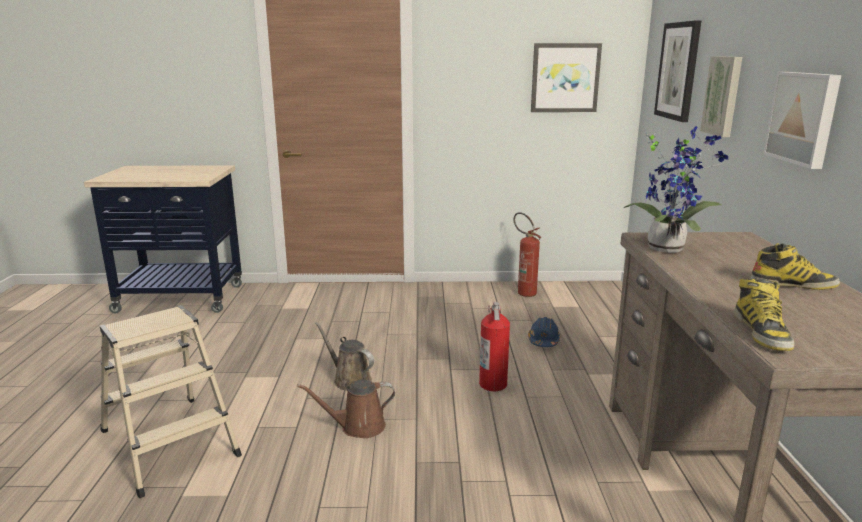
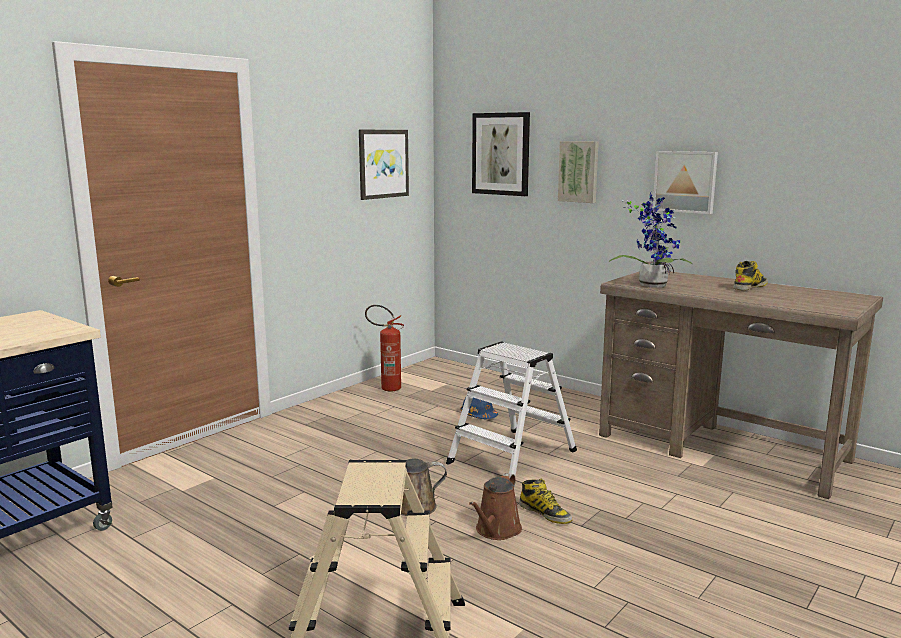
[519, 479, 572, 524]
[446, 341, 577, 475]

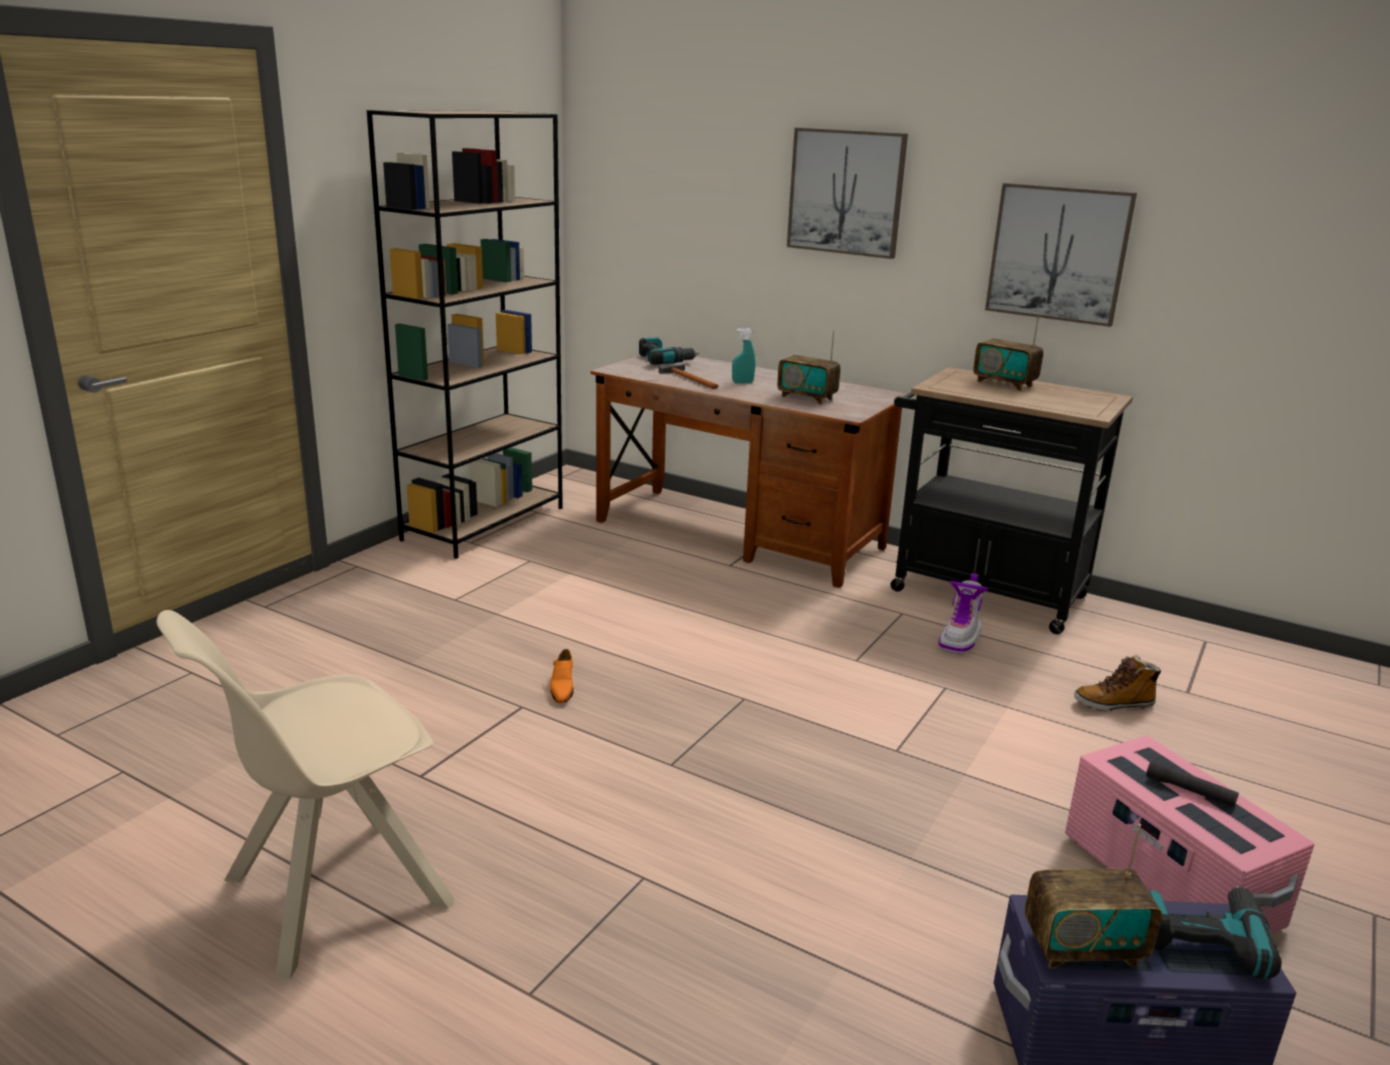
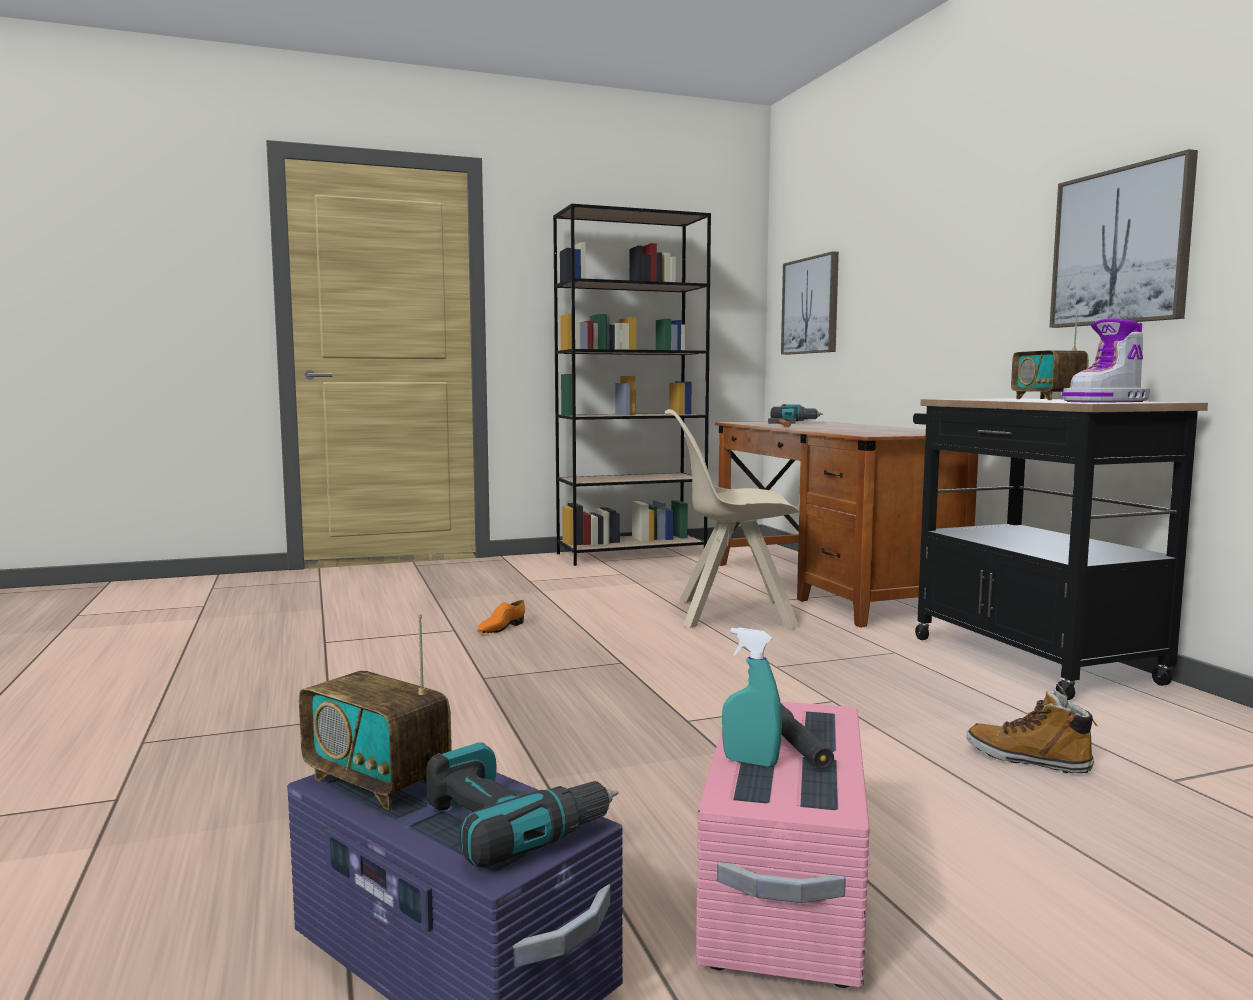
[777, 330, 841, 405] (first image)
[665, 409, 800, 629]
[722, 628, 782, 767]
[781, 251, 839, 355]
[1062, 318, 1149, 403]

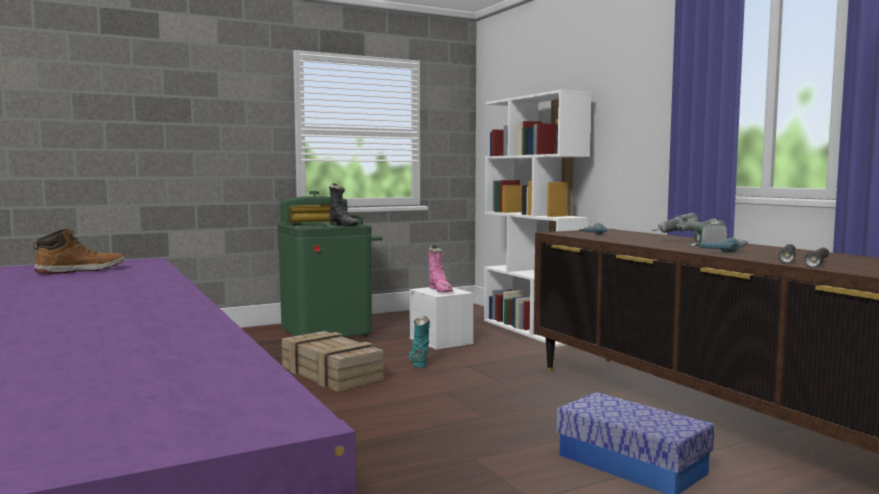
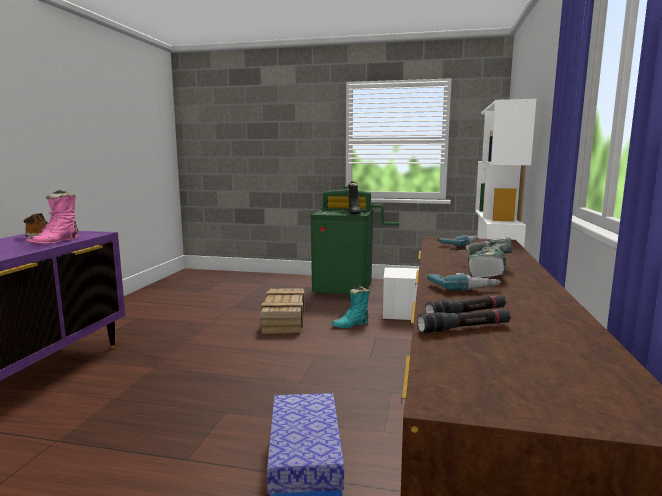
[26, 190, 78, 244]
[331, 286, 370, 328]

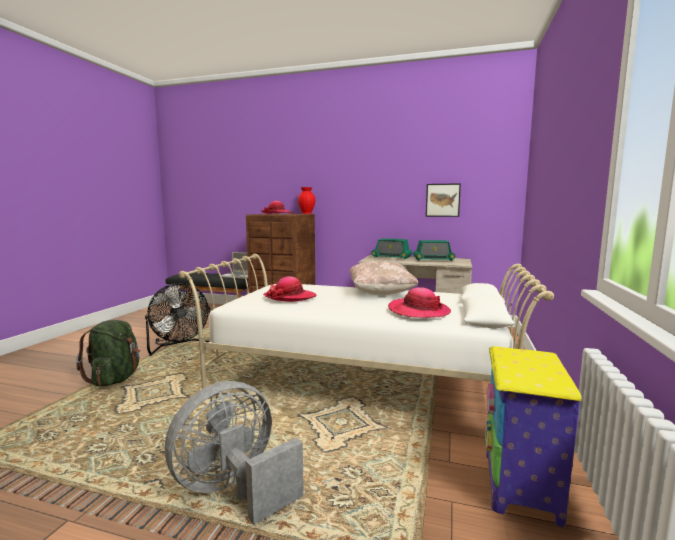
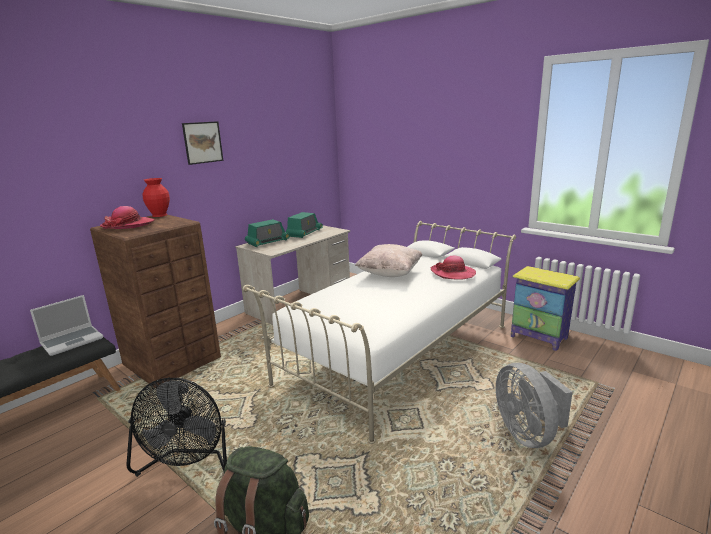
[263, 276, 316, 302] (first image)
[182, 121, 223, 165]
[126, 377, 227, 477]

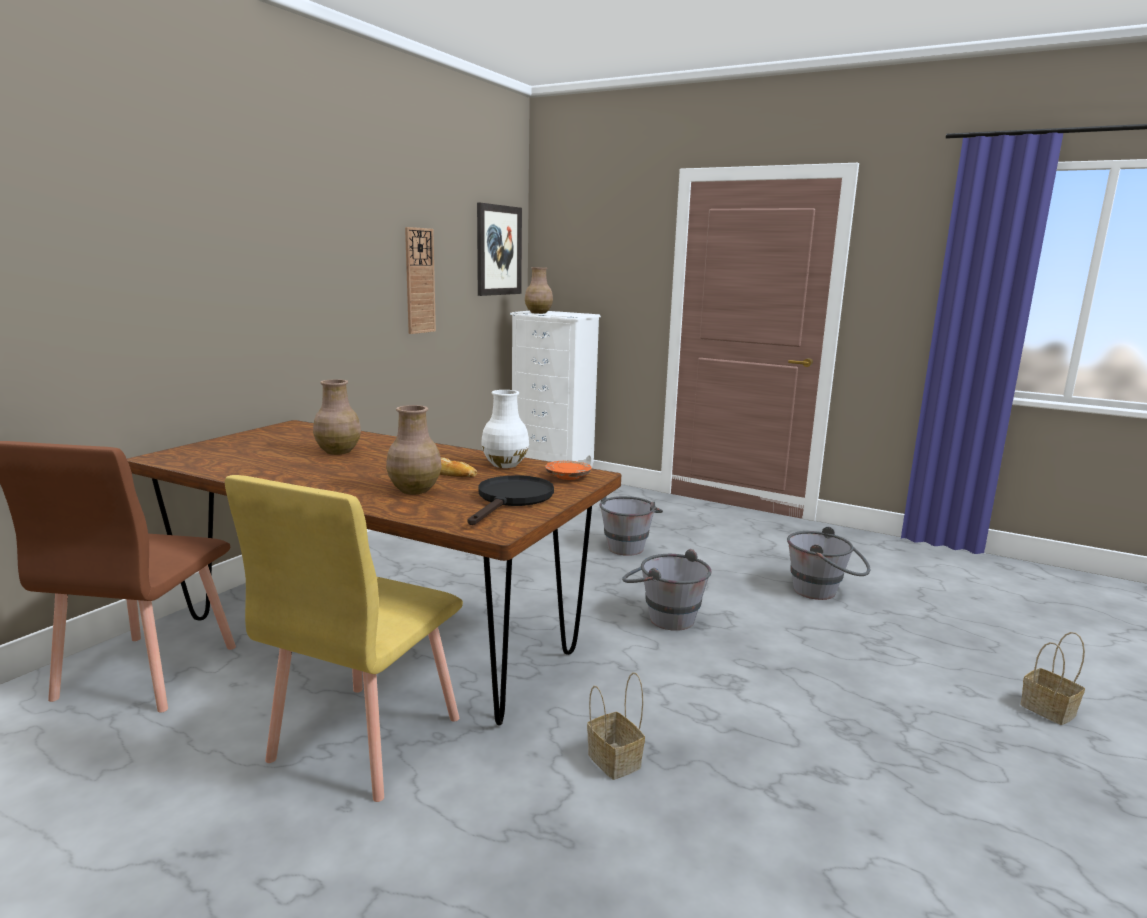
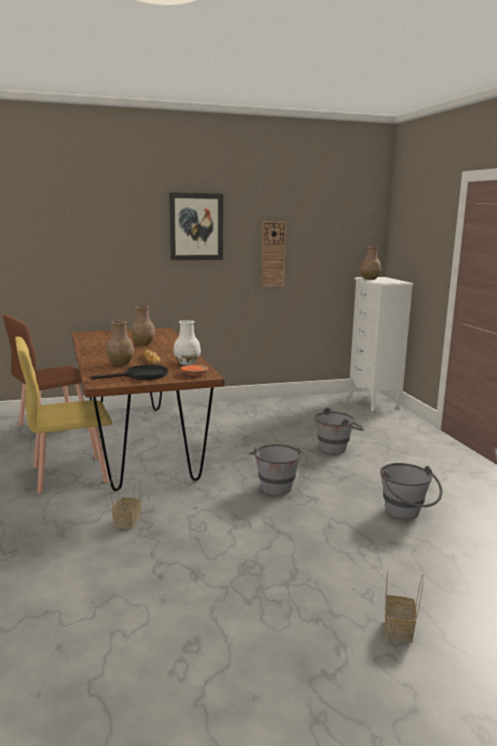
[169, 192, 223, 260]

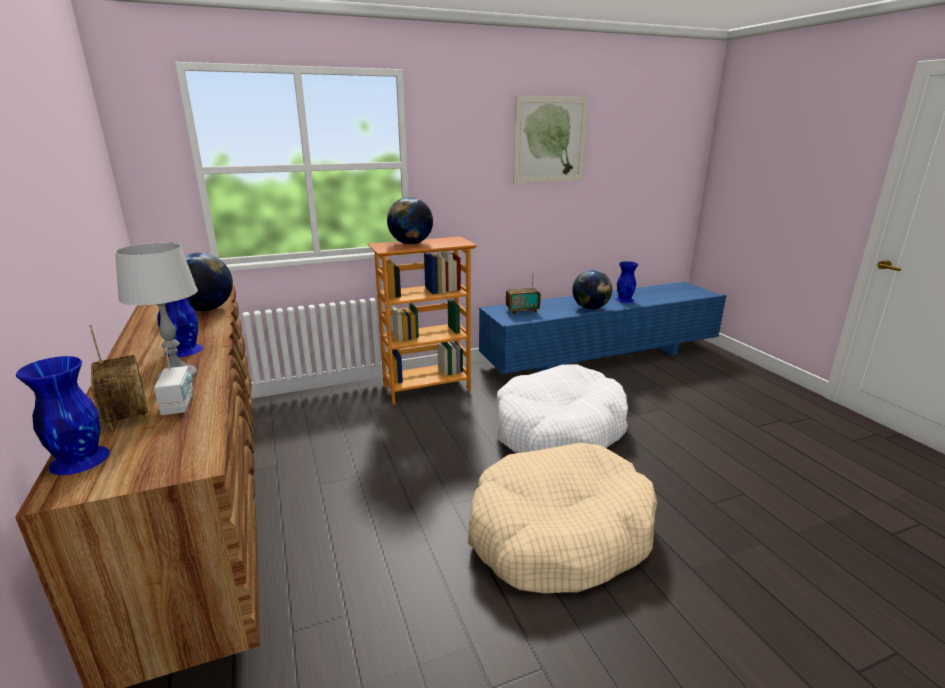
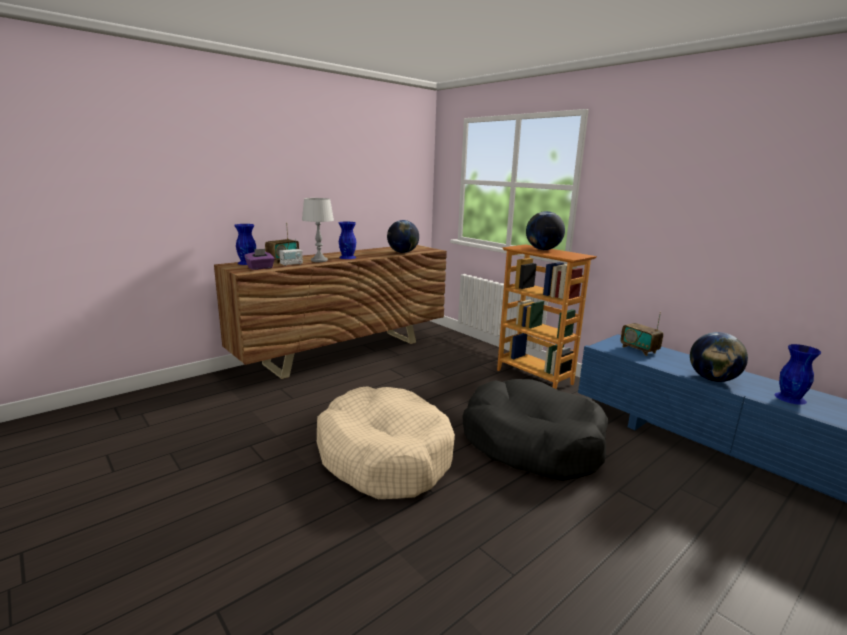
[513, 96, 589, 184] (first image)
[244, 249, 275, 270]
[463, 379, 608, 481]

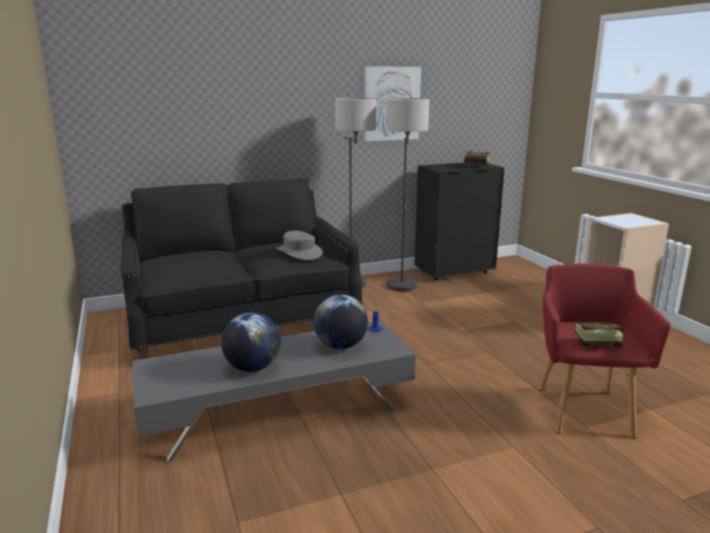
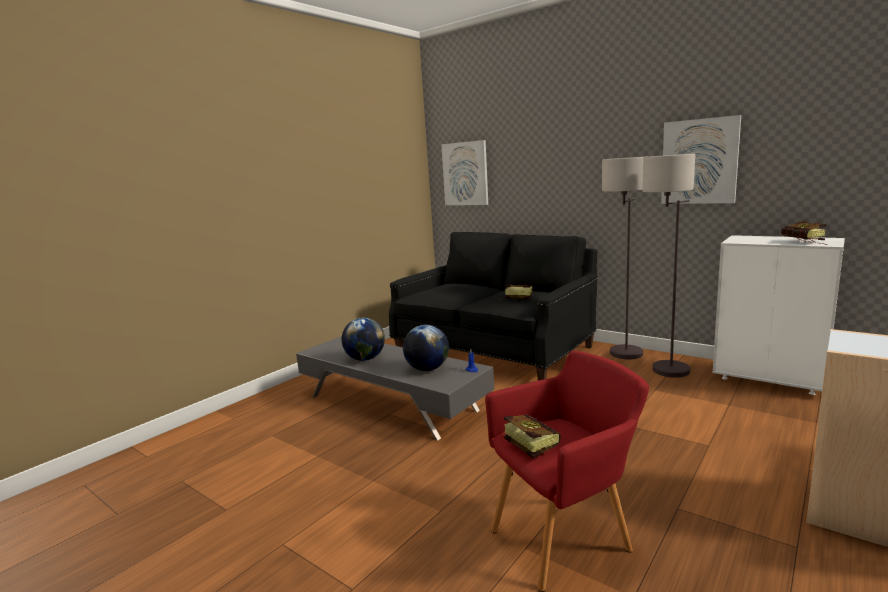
[441, 140, 488, 205]
[505, 284, 533, 300]
[713, 235, 845, 395]

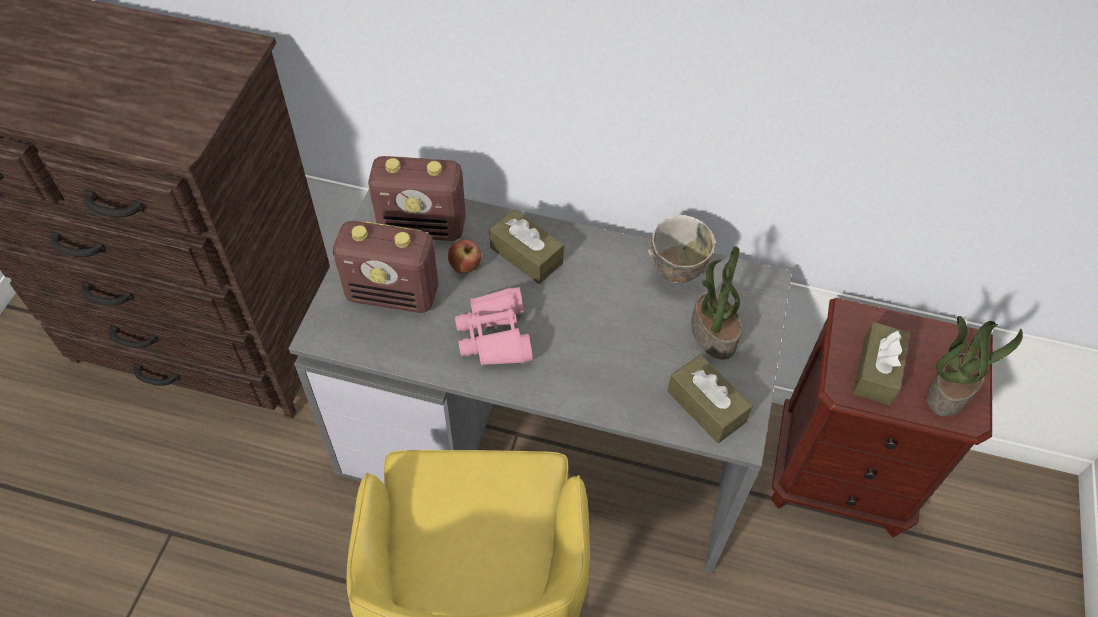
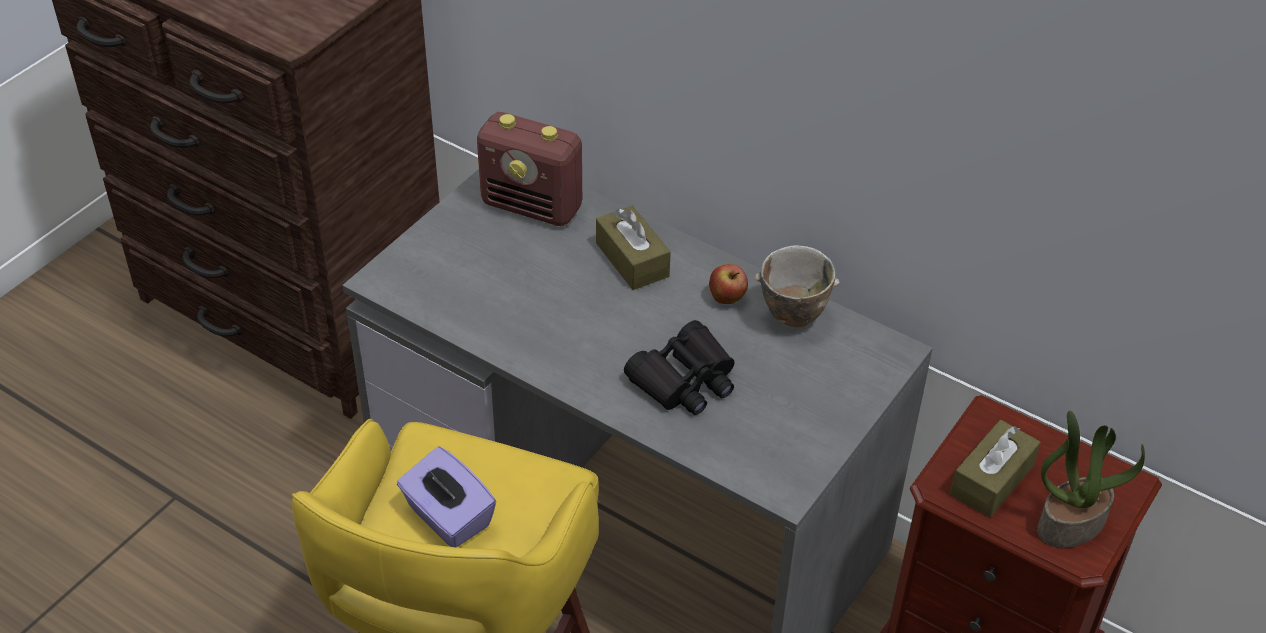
[333, 221, 438, 313] (first image)
[455, 287, 533, 366] (first image)
[667, 355, 753, 443] (first image)
[691, 246, 742, 360] (first image)
[397, 447, 496, 547]
[624, 320, 734, 415]
[709, 264, 748, 304]

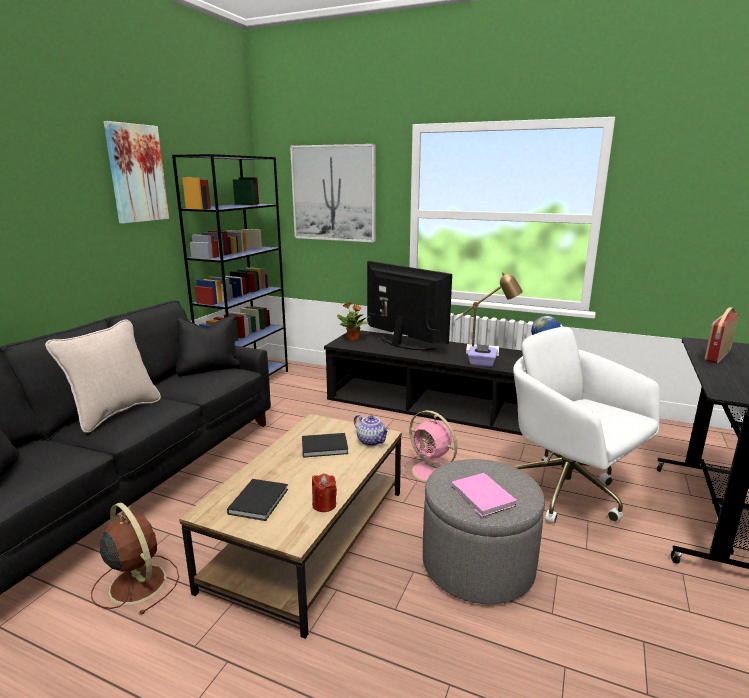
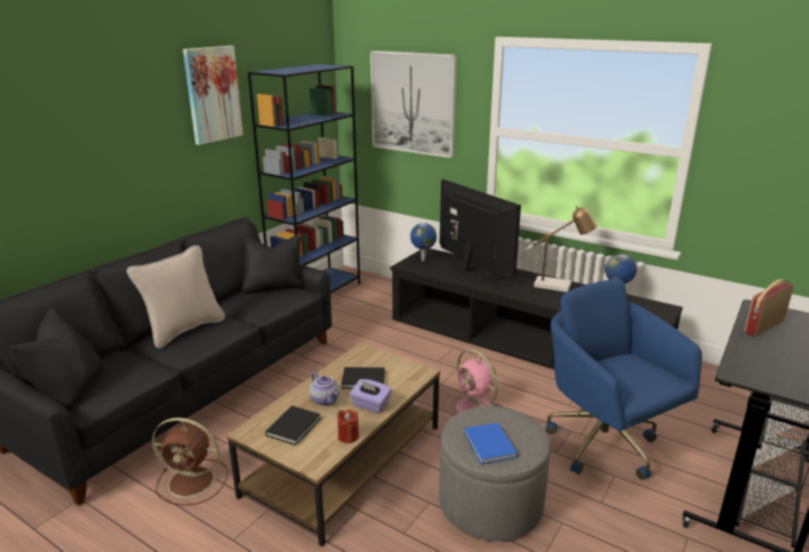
[310, 372, 339, 406]
[349, 379, 392, 413]
[410, 223, 437, 261]
[464, 423, 517, 464]
[545, 279, 702, 480]
[152, 418, 228, 506]

